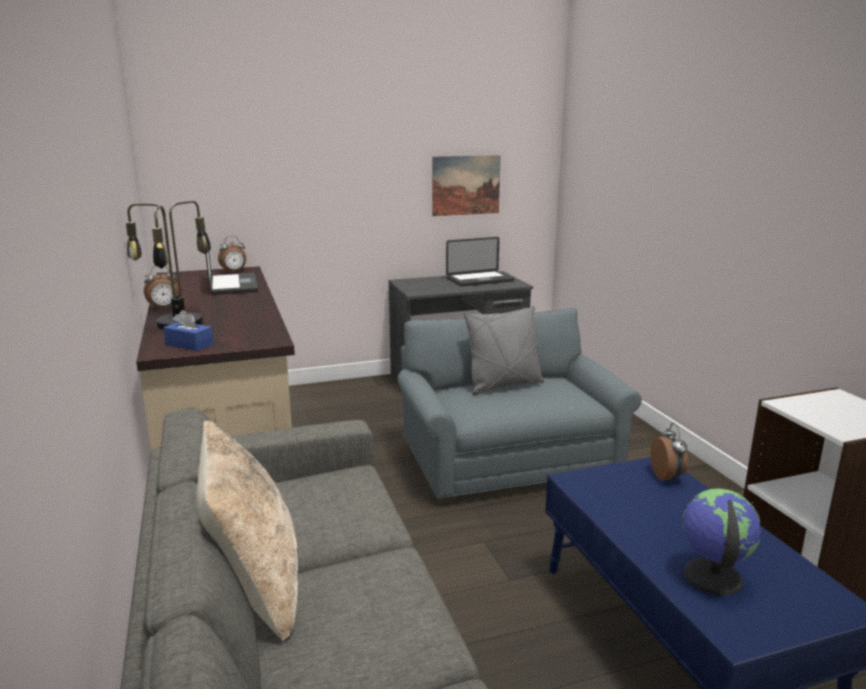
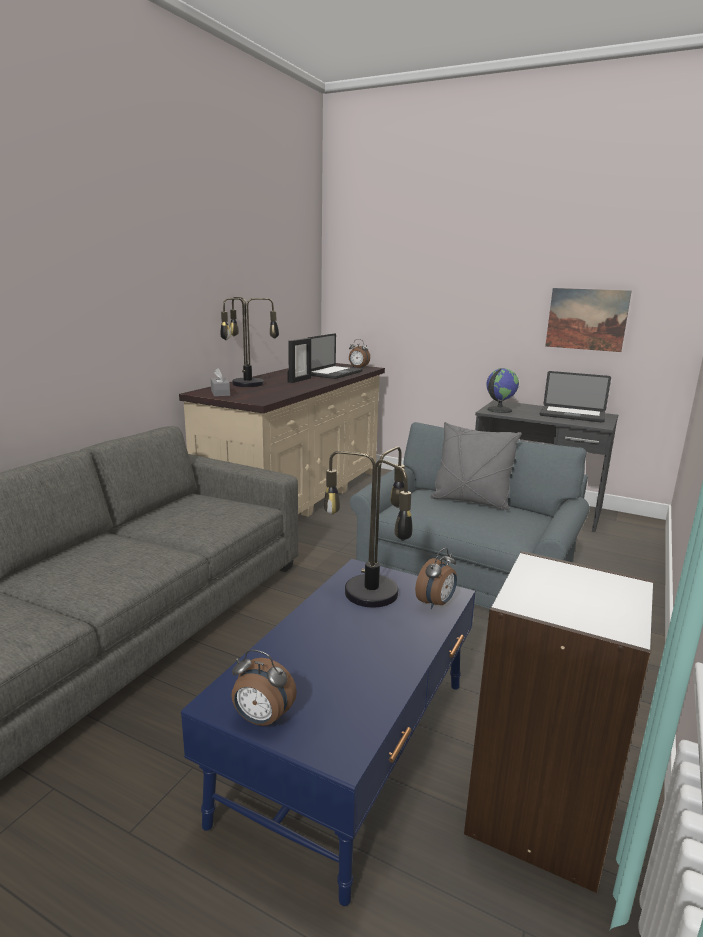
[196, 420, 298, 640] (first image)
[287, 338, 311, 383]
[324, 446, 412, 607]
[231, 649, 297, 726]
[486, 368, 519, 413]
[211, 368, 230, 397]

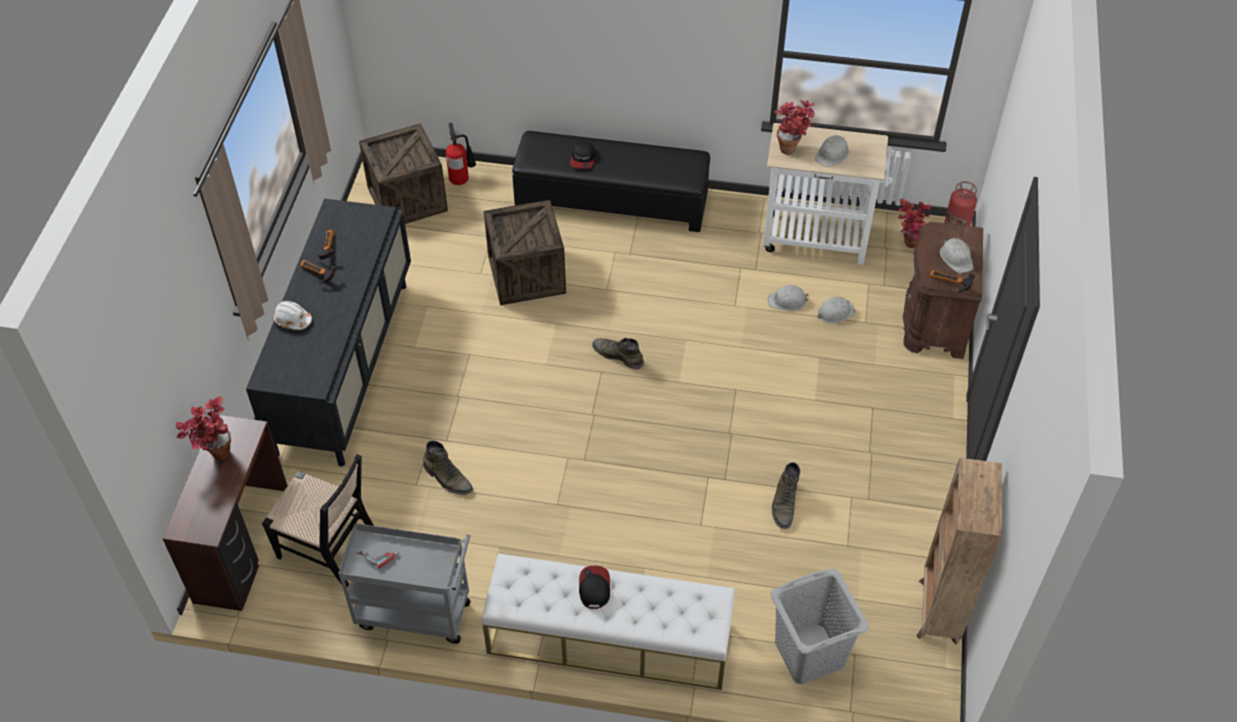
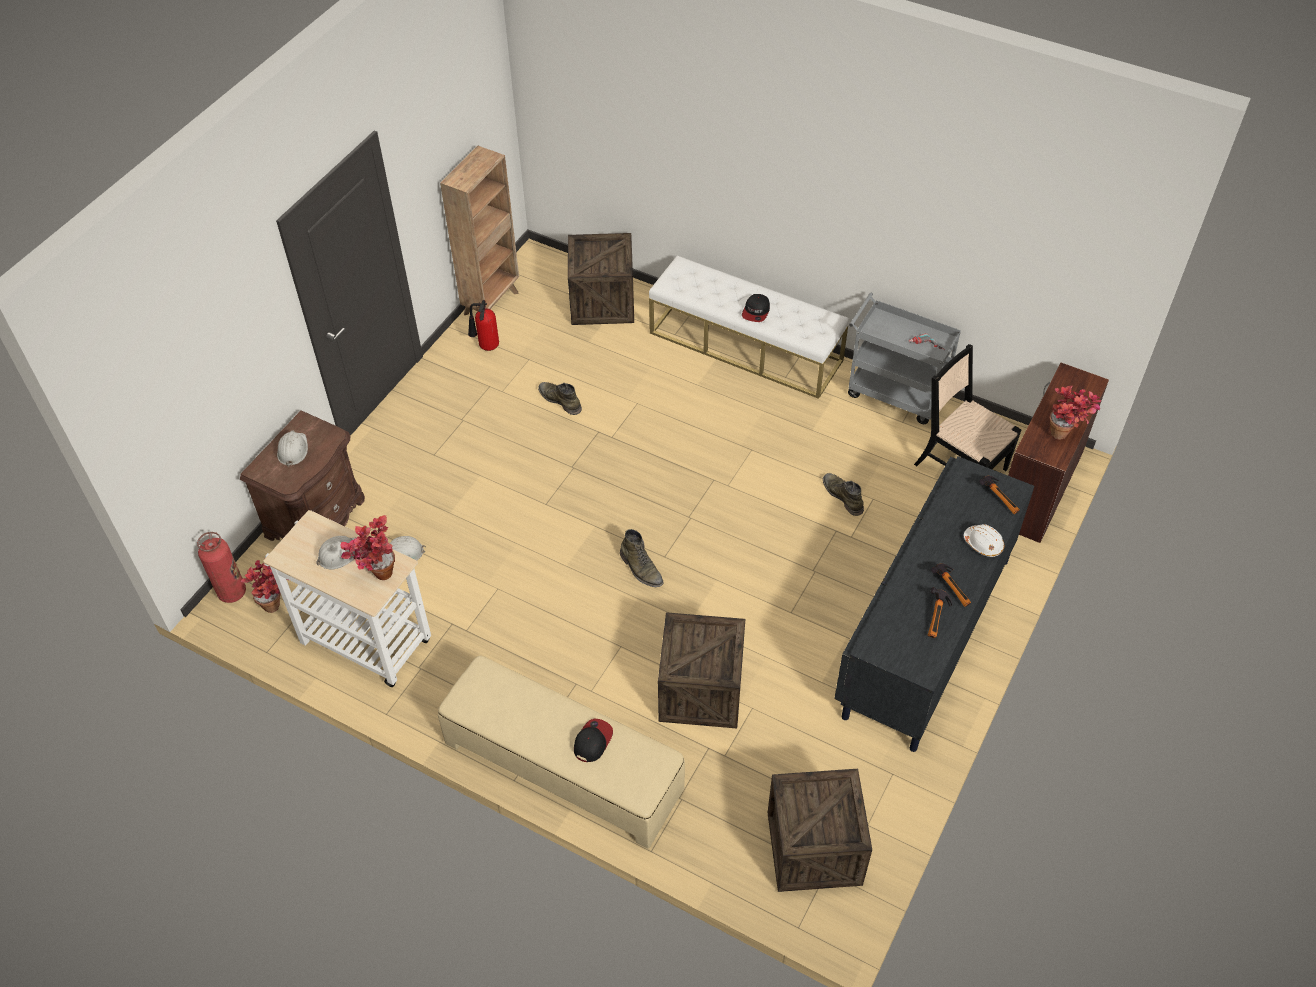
[768, 285, 809, 311] (first image)
[468, 300, 499, 351]
[979, 476, 1020, 514]
[568, 233, 634, 325]
[438, 655, 685, 849]
[538, 382, 582, 415]

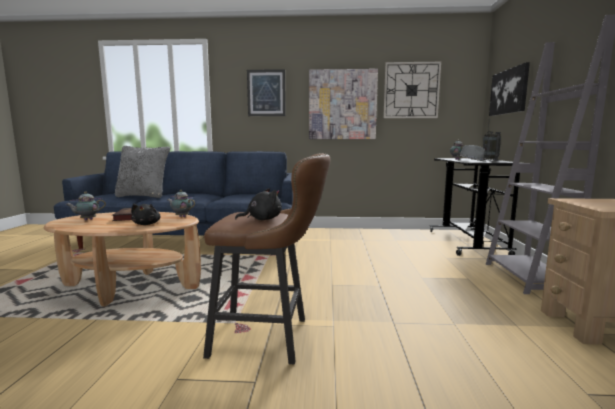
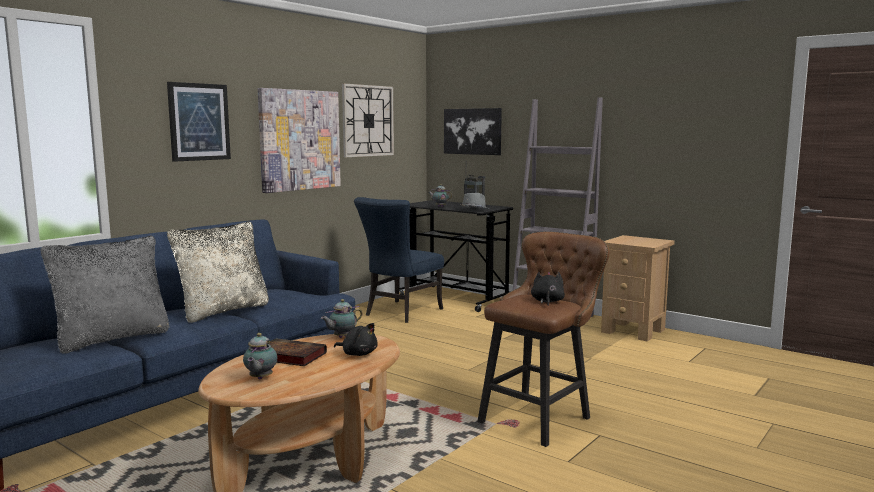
[167, 221, 269, 323]
[354, 197, 444, 323]

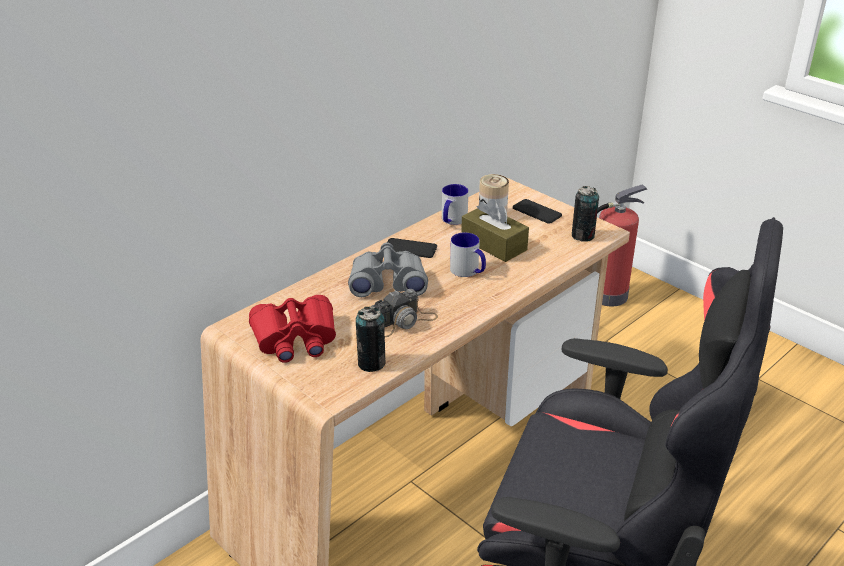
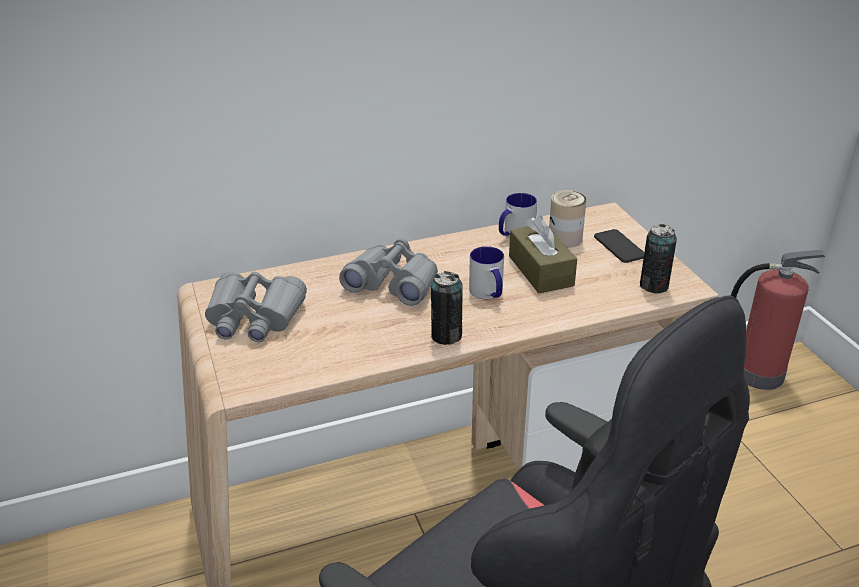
[372, 289, 438, 337] (first image)
[387, 238, 437, 258] (first image)
[431, 271, 463, 345]
[205, 272, 307, 342]

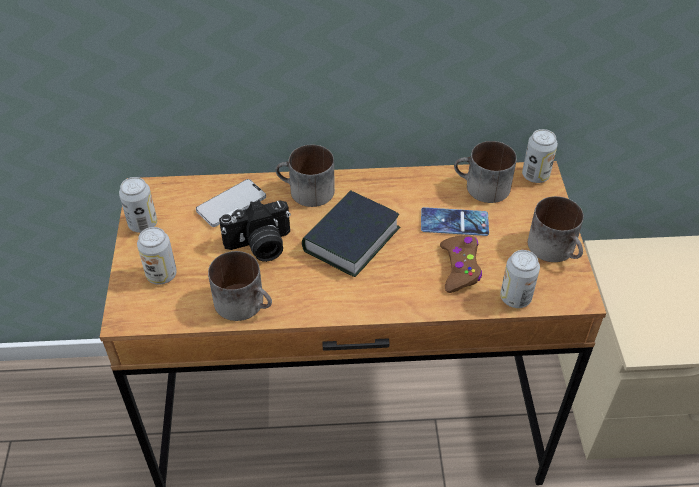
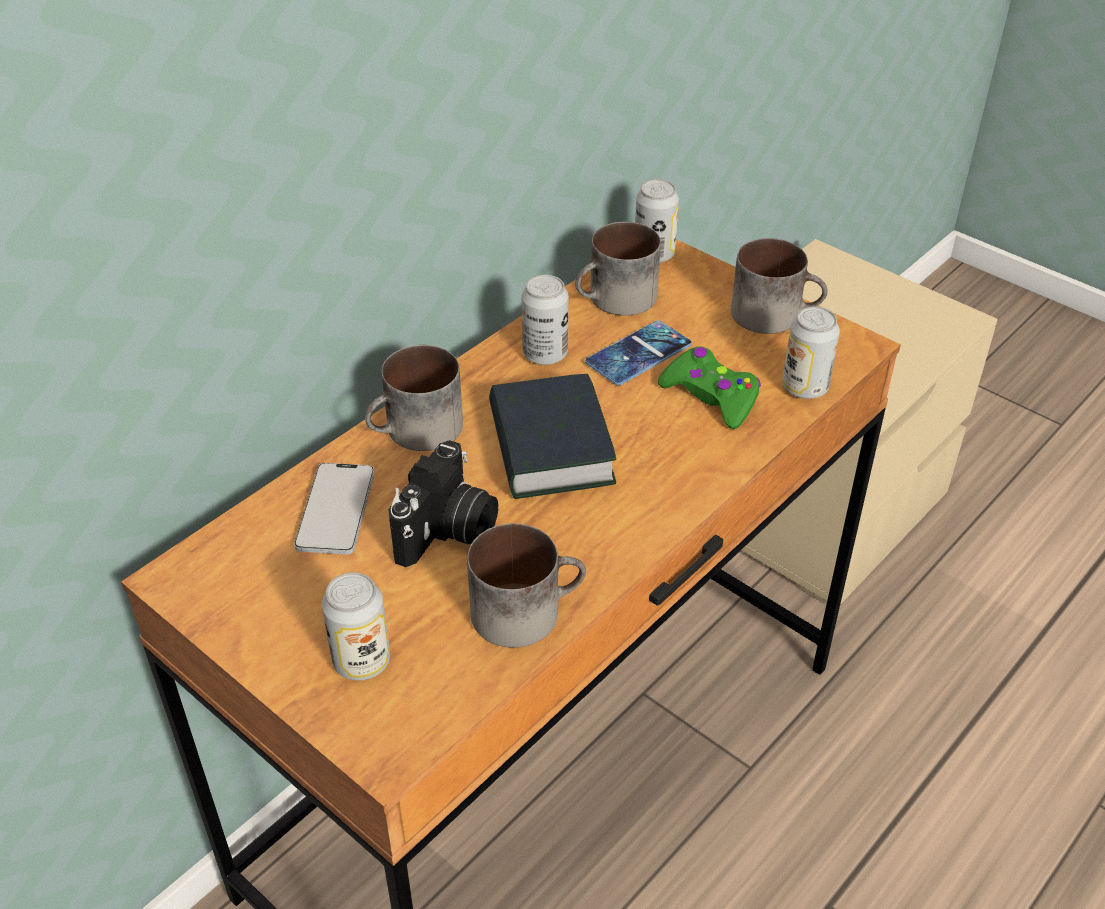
[522, 275, 569, 365]
[658, 347, 761, 429]

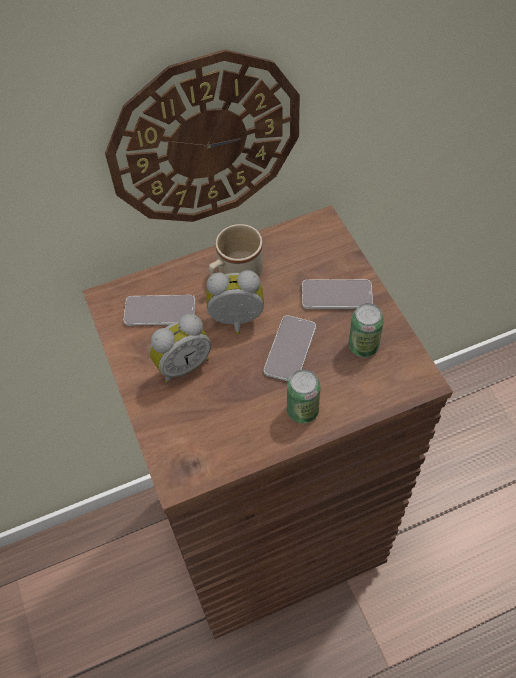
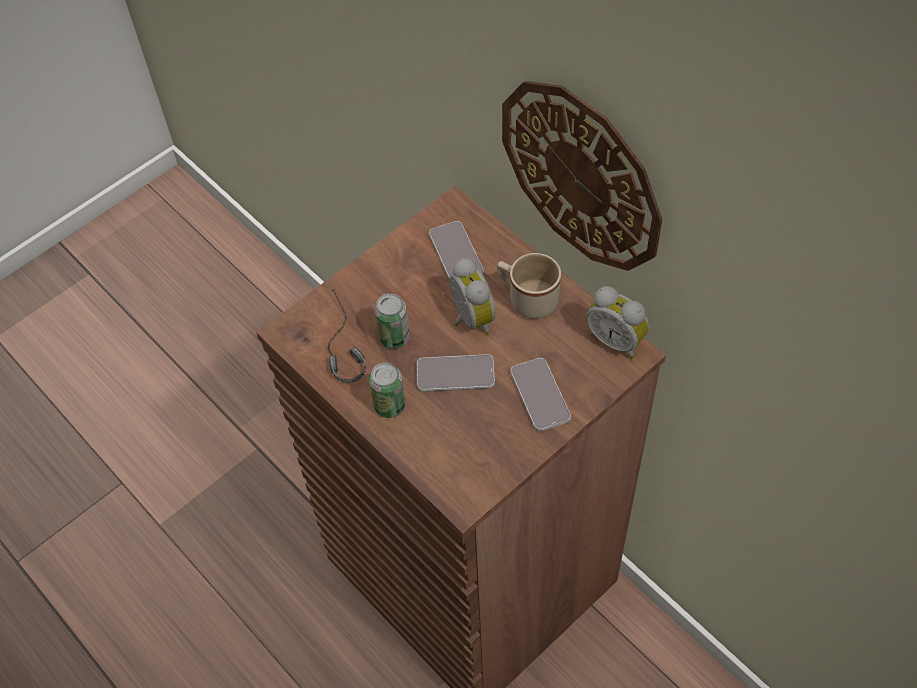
[328, 290, 366, 383]
[586, 286, 649, 359]
[374, 293, 410, 349]

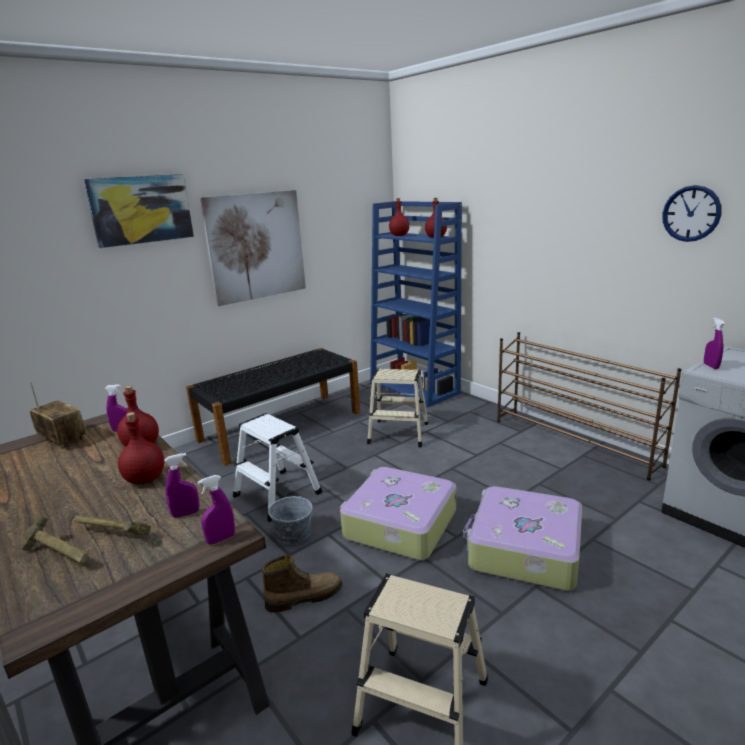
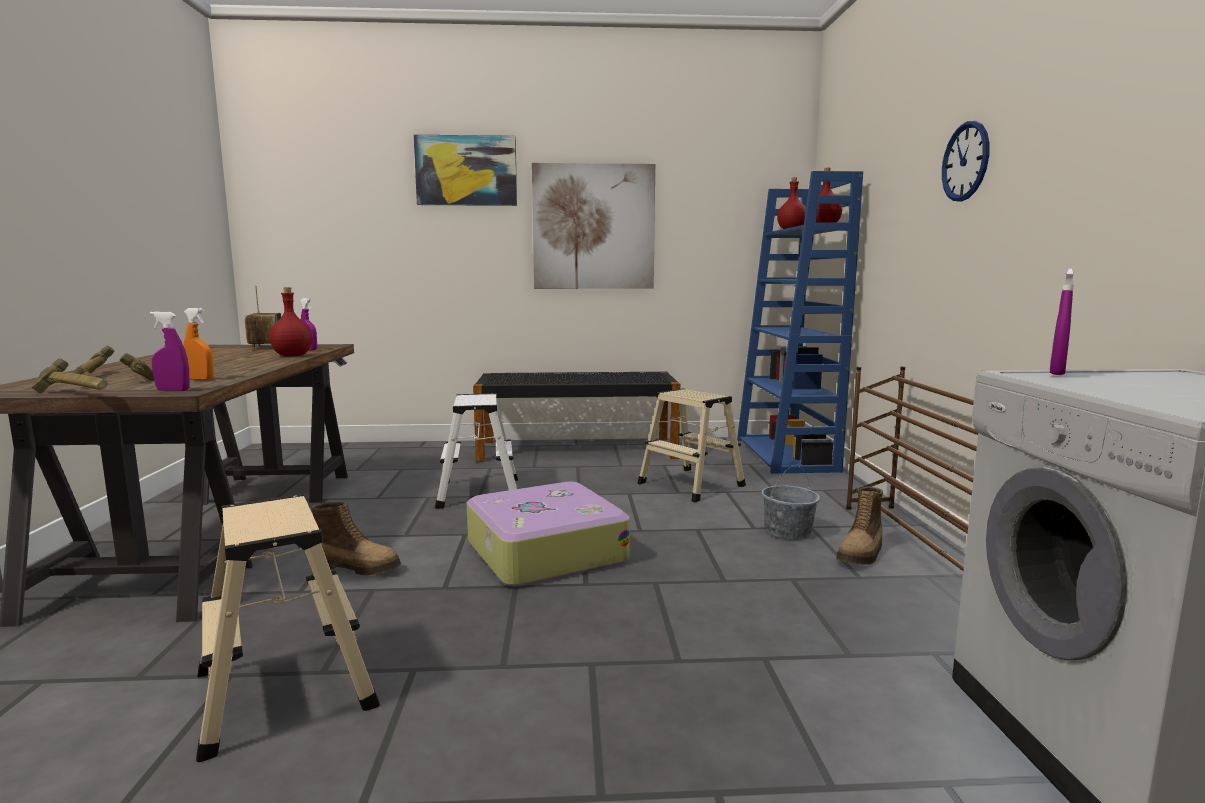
[118, 412, 164, 484] (first image)
[463, 486, 582, 591] (first image)
[32, 358, 108, 393]
[836, 487, 883, 565]
[761, 465, 820, 540]
[942, 121, 990, 202]
[184, 308, 214, 380]

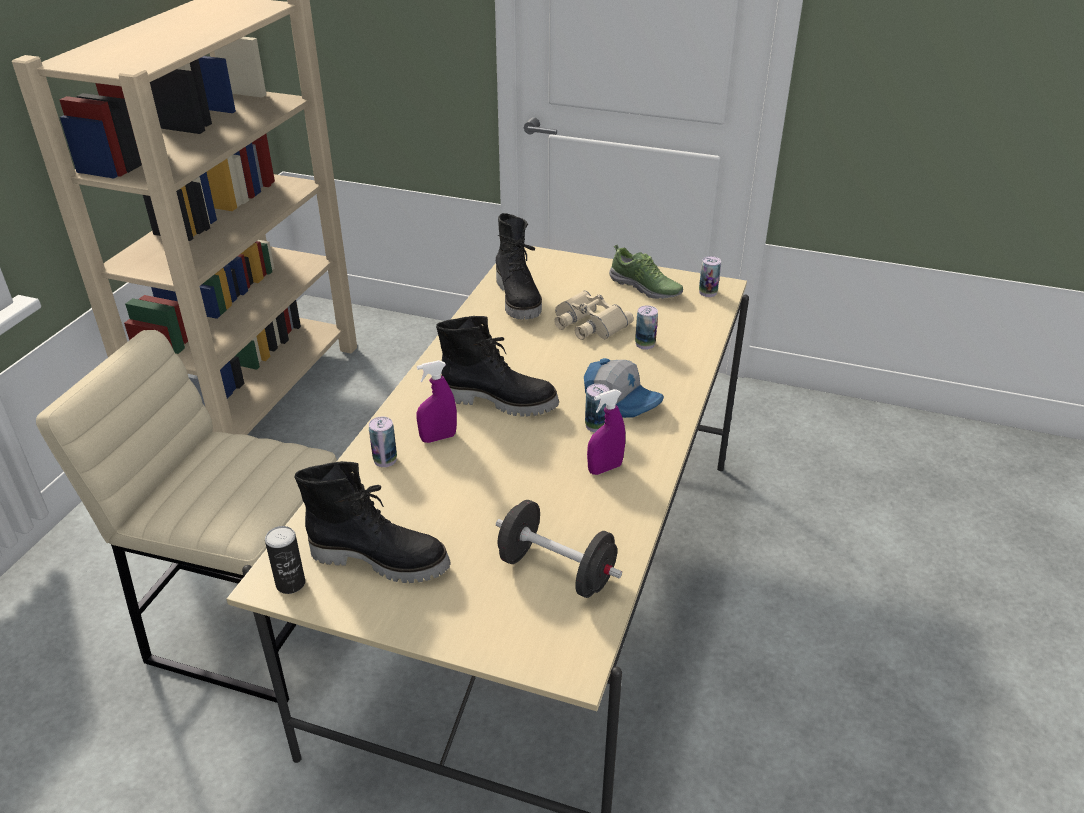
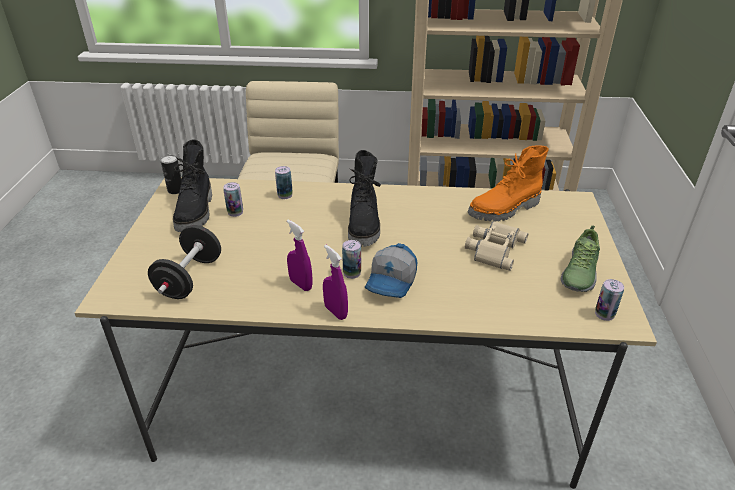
[323, 245, 348, 320]
[223, 182, 243, 217]
[468, 145, 549, 222]

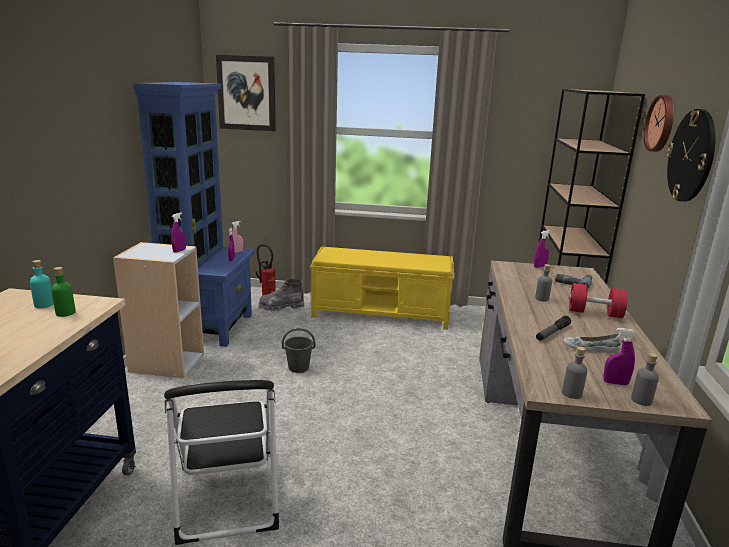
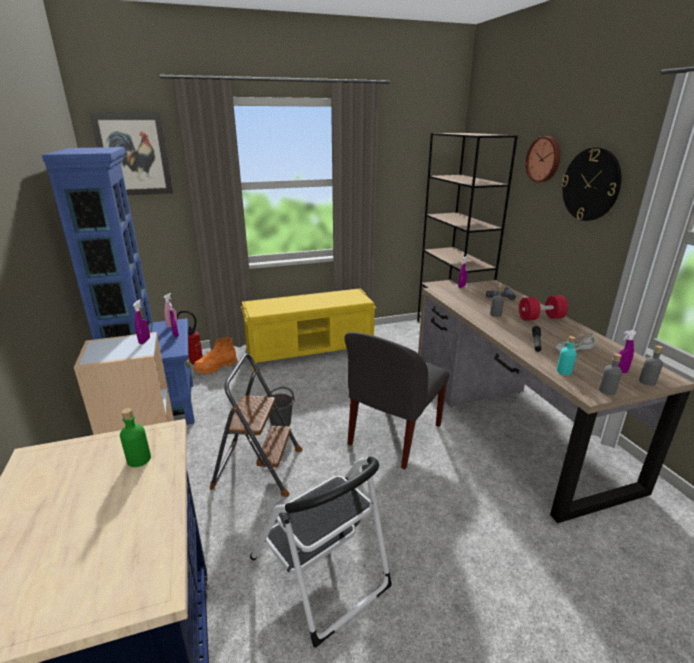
[210, 354, 302, 497]
[344, 332, 449, 469]
[557, 336, 577, 375]
[193, 337, 238, 375]

